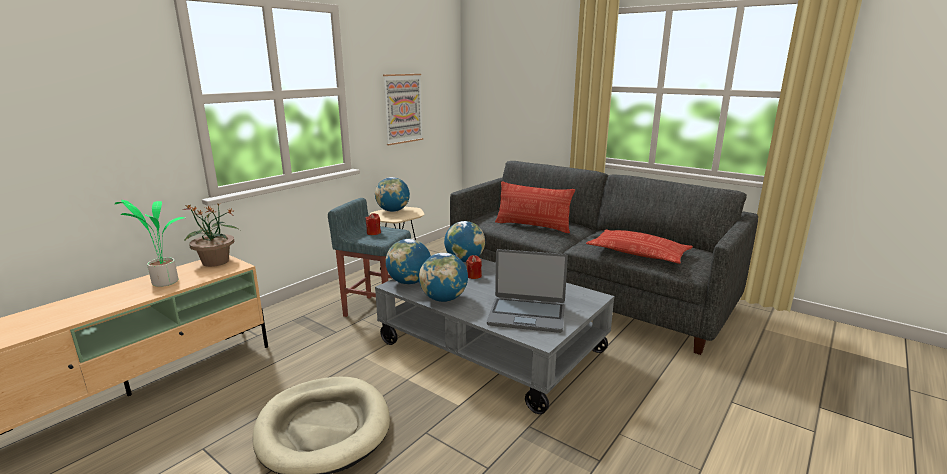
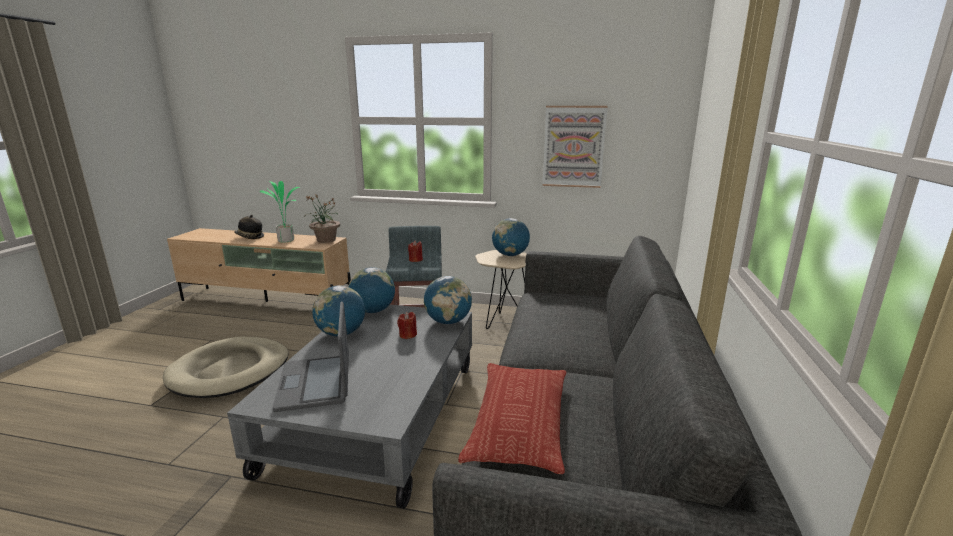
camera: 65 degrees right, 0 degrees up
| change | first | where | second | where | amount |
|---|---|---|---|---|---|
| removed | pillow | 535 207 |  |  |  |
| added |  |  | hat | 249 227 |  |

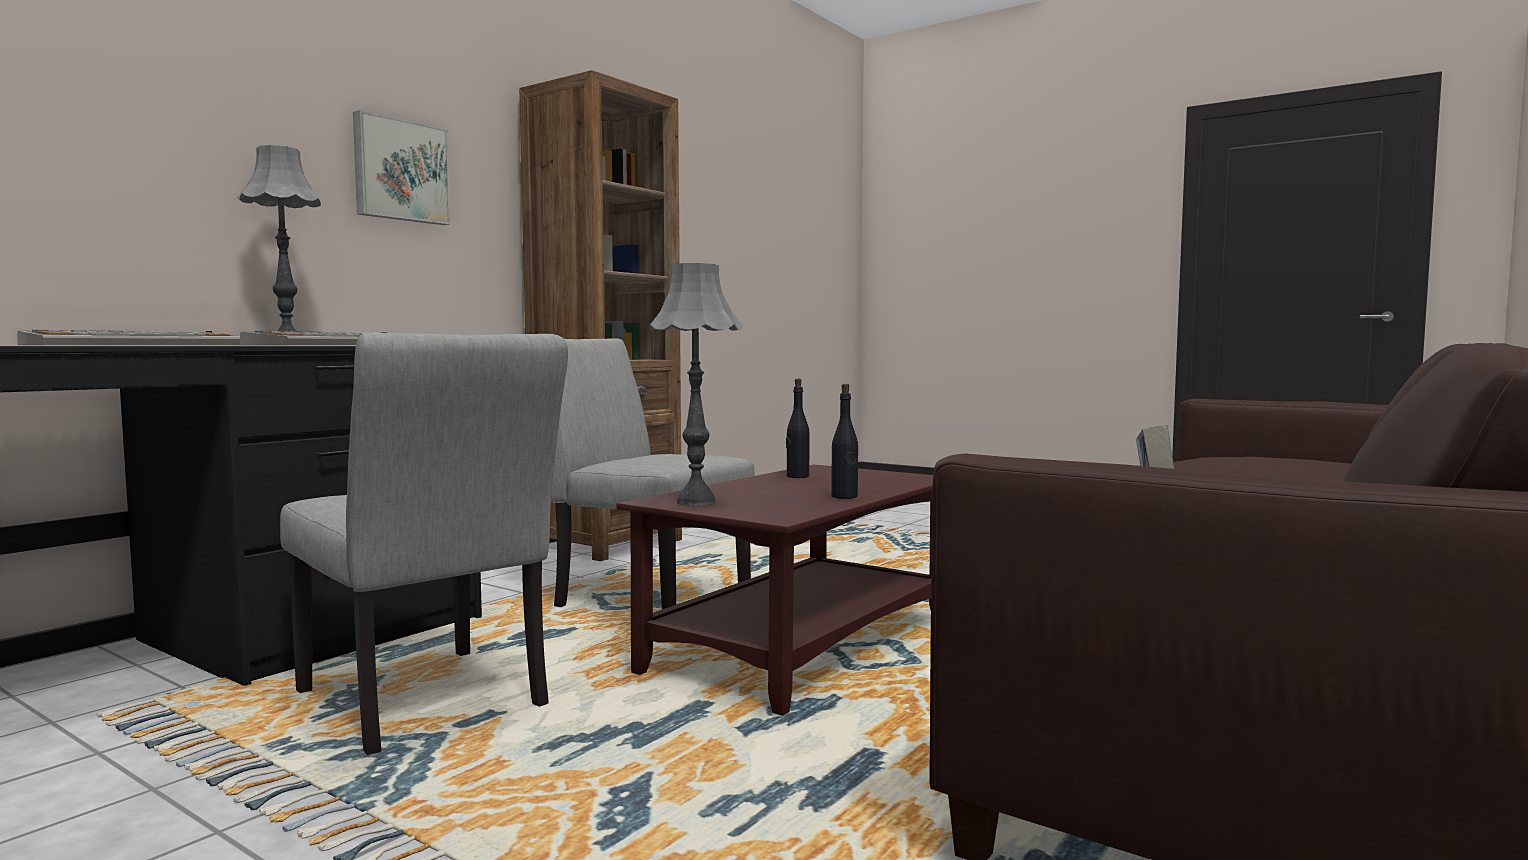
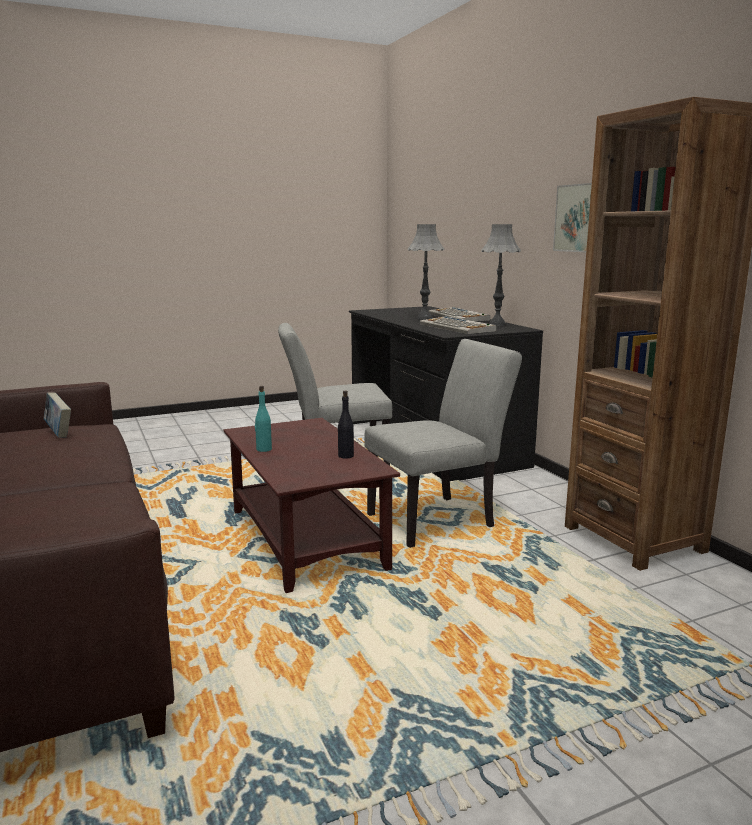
camera: 120 degrees right, 10 degrees up
| change | first | where | second | where | amount |
|---|---|---|---|---|---|
| moved | table lamp (grey) | 696 384 |  | 426 272 |  |
| recoloured | bottle (black) | 844 441 | bottle (turquoise) | 263 419 |  |

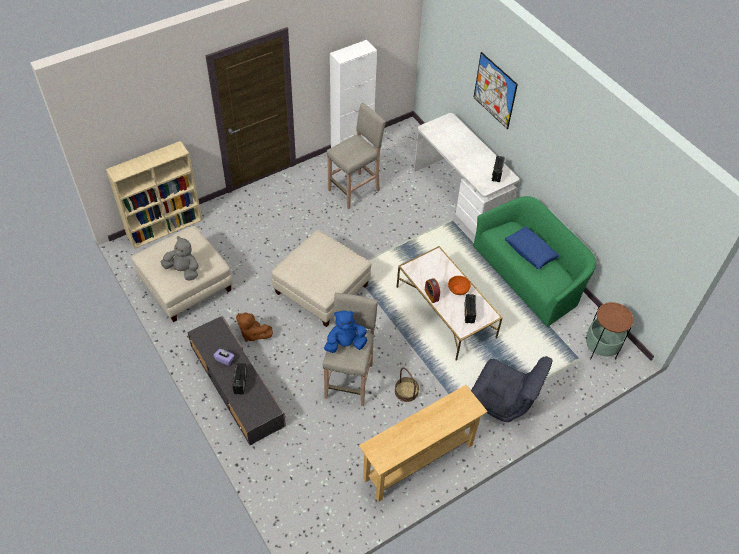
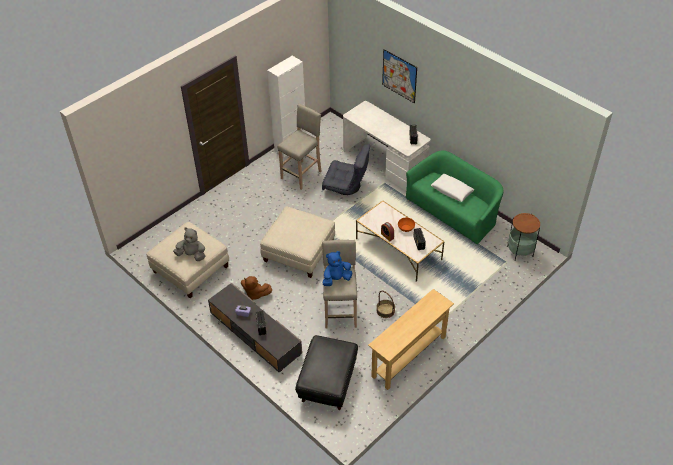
camera: 10 degrees left, 5 degrees down
| change | first | where | second | where | amount |
|---|---|---|---|---|---|
| removed | bookcase (beige) | 154 195 |  |  |  |
| moved | armchair (grey) | 511 389 |  | 346 169 |  |
| recoloured | pillow (blue) | 532 248 | pillow (white) | 452 188 |  |
| added |  |  | ottoman (black) | 326 372 |  |

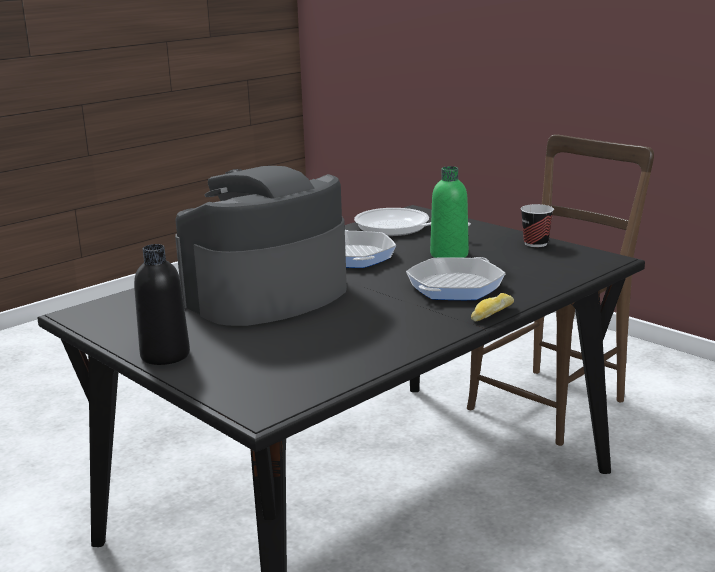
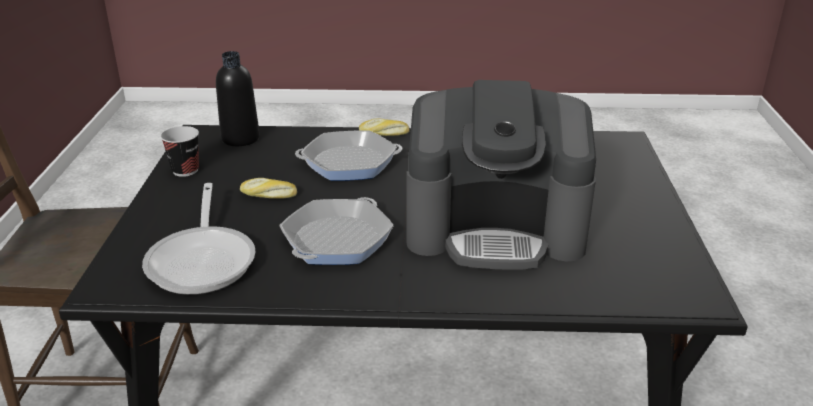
camera: 135 degrees left, 10 degrees up
| change | first | where | second | where | amount |
|---|---|---|---|---|---|
| moved | bottle (black) | 162 304 |  | 238 98 |  |
| replaced | bottle (green) | 449 212 | bread | 268 188 |  |

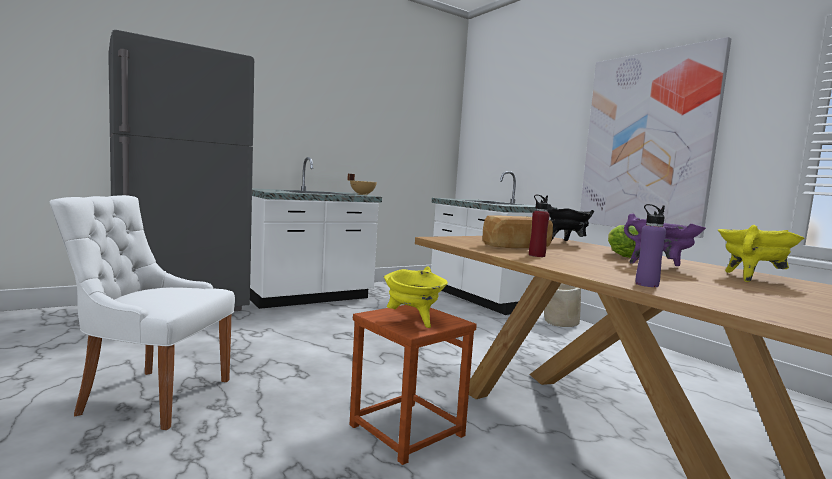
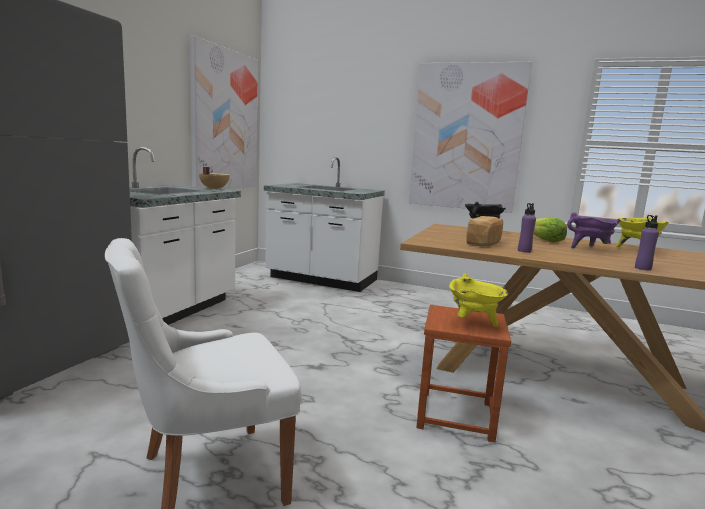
camera: 35 degrees left, 5 degrees up
| change | first | where | second | where | amount |
|---|---|---|---|---|---|
| recoloured | bottle (red) | 539 226 | bottle (purple) | 527 228 |  |
| removed | planter (beige) | 562 305 |  |  |  |
| added |  |  | picture | 224 112 |  |

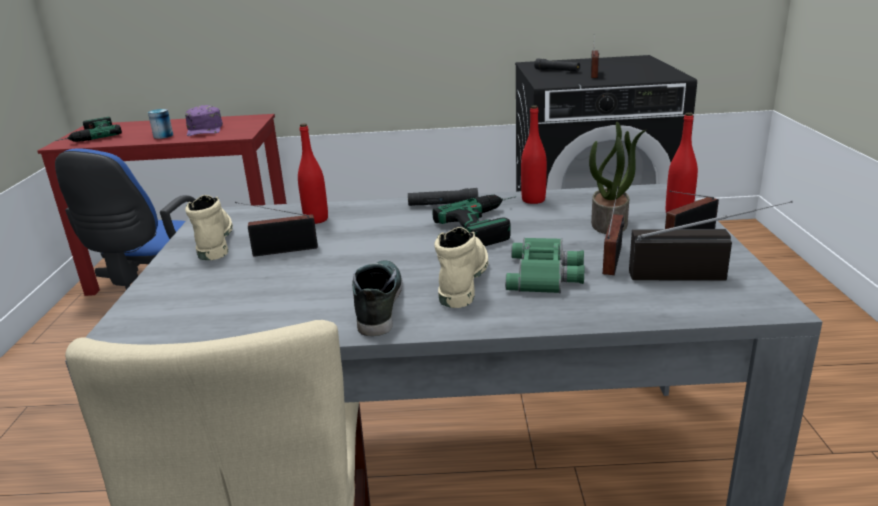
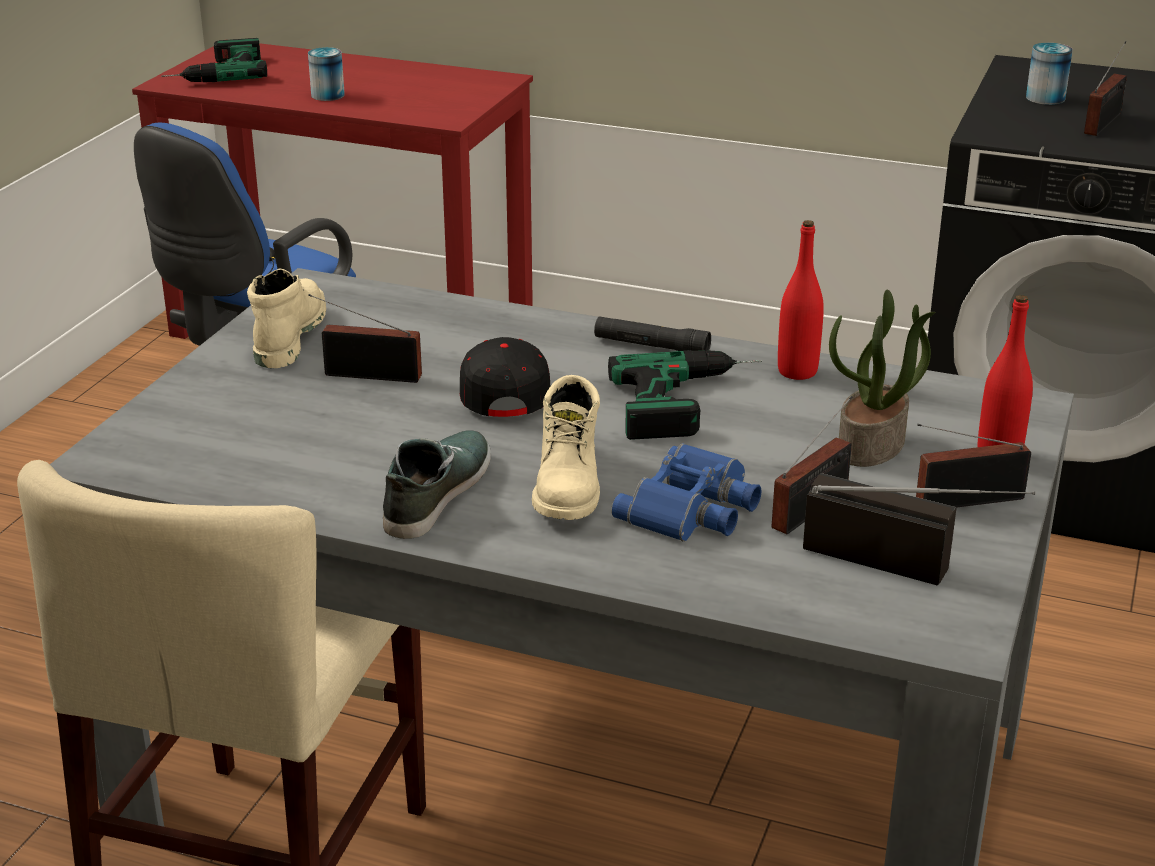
camera: 20 degrees right, 5 degrees up
| change | first | where | second | where | amount |
|---|---|---|---|---|---|
| removed | cap (purple) | 204 120 |  |  |  |
| removed | bottle (red) | 313 174 |  |  |  |
| turned | boot (beige) | 461 267 |  | 566 447 | 150 degrees clockwise |
| recoloured | binoculars (green) | 544 265 | binoculars (blue) | 686 492 |  |
| replaced | flashlight (black) | 557 65 | can | 1049 74 |  |
| added |  |  | cap (black) | 505 377 |  |

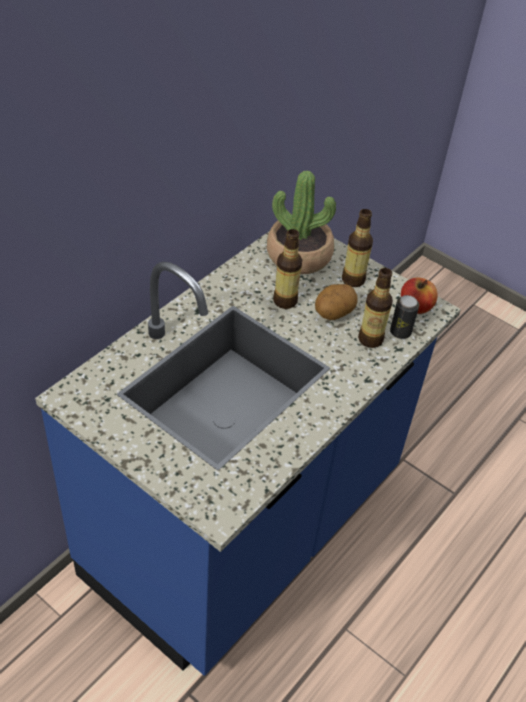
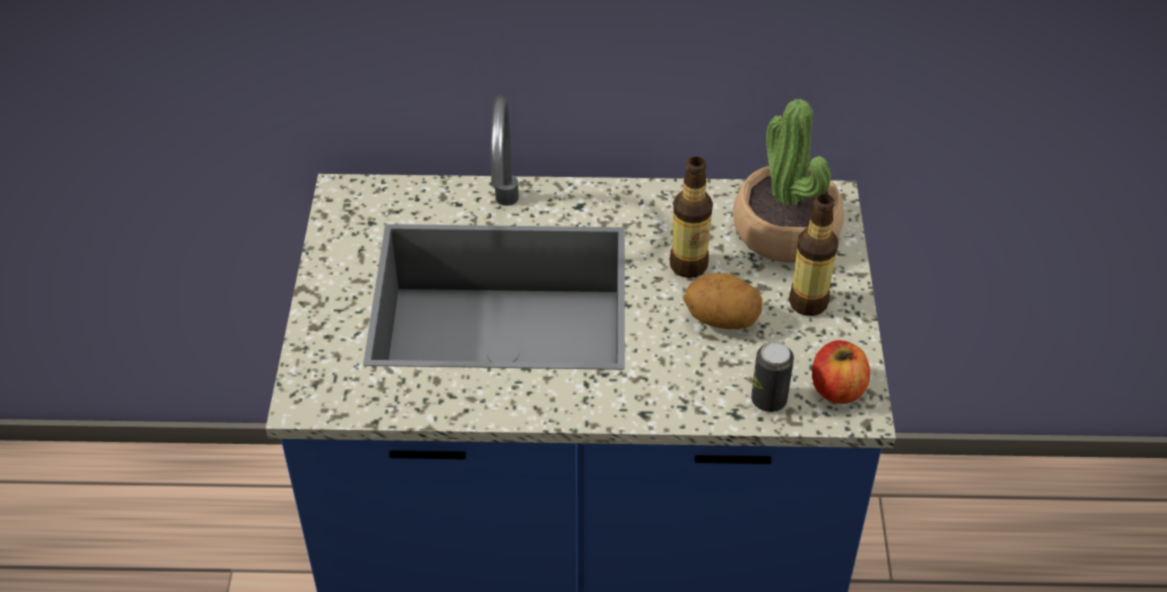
camera: 55 degrees right, 0 degrees up
| change | first | where | second | where | amount |
|---|---|---|---|---|---|
| removed | bottle | 375 308 |  |  |  |

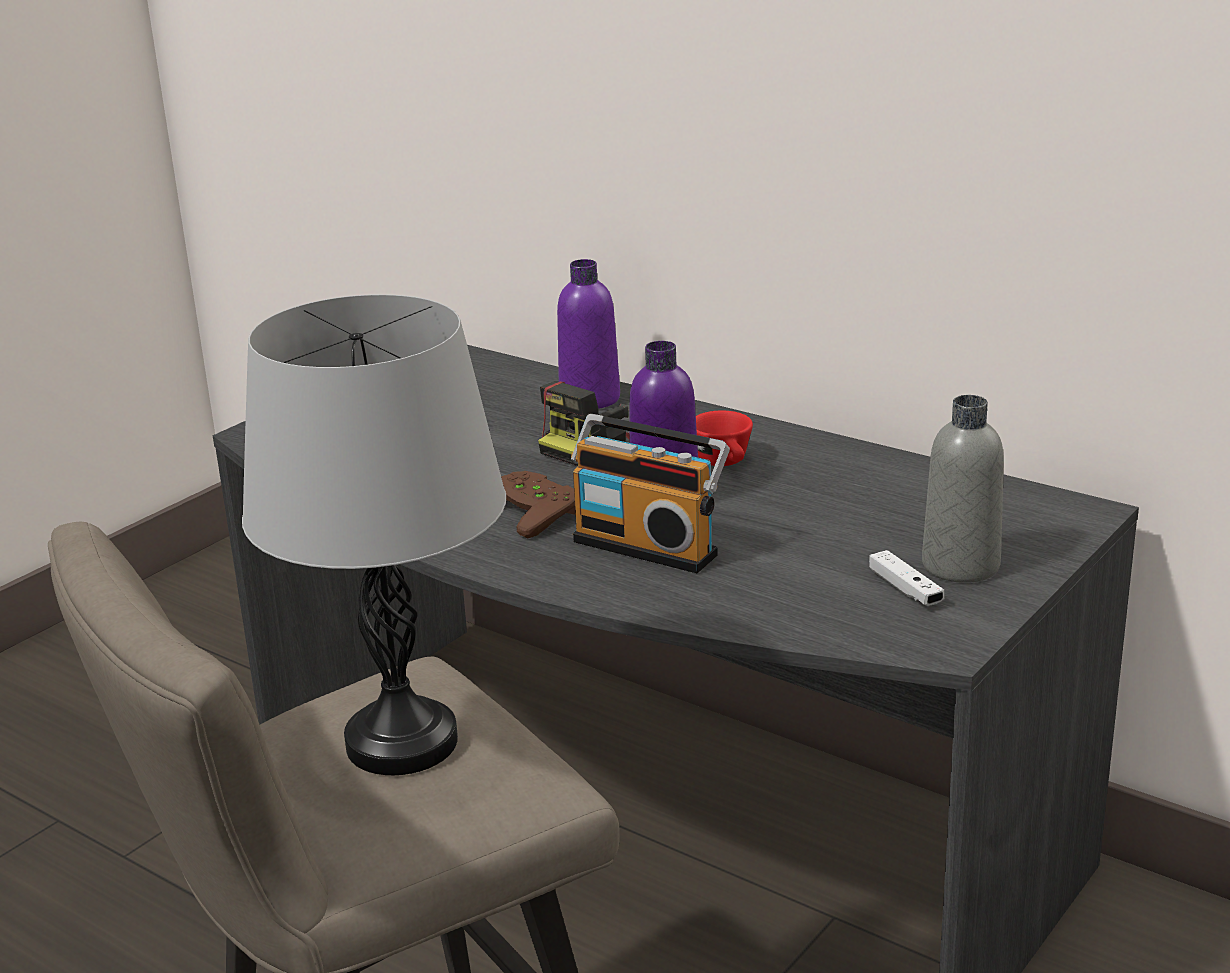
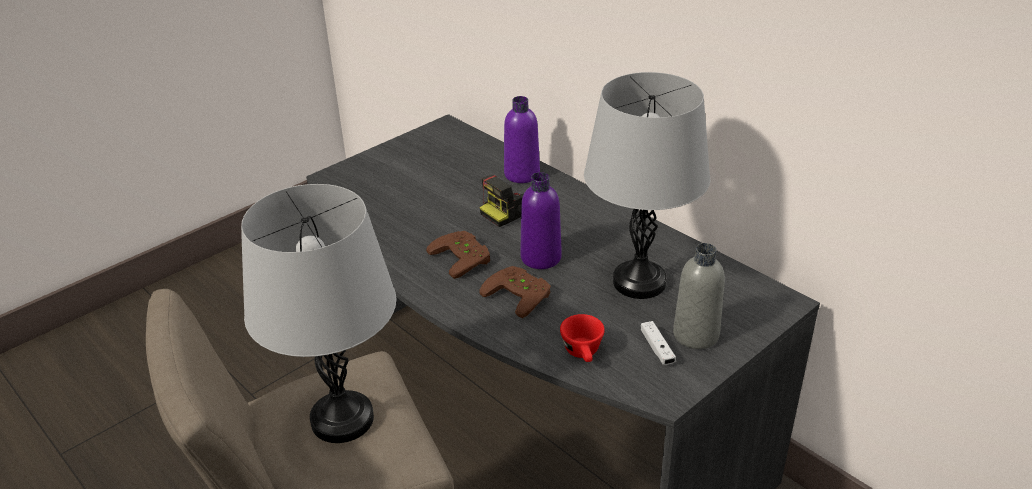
camera: 10 degrees right, 10 degrees up
| change | first | where | second | where | amount |
|---|---|---|---|---|---|
| replaced | radio | 650 493 | game controller (brown) | 515 292 |  |
| moved | cup (red) | 724 438 |  | 582 338 |  |
| added |  |  | table lamp (grey) | 647 185 |  |

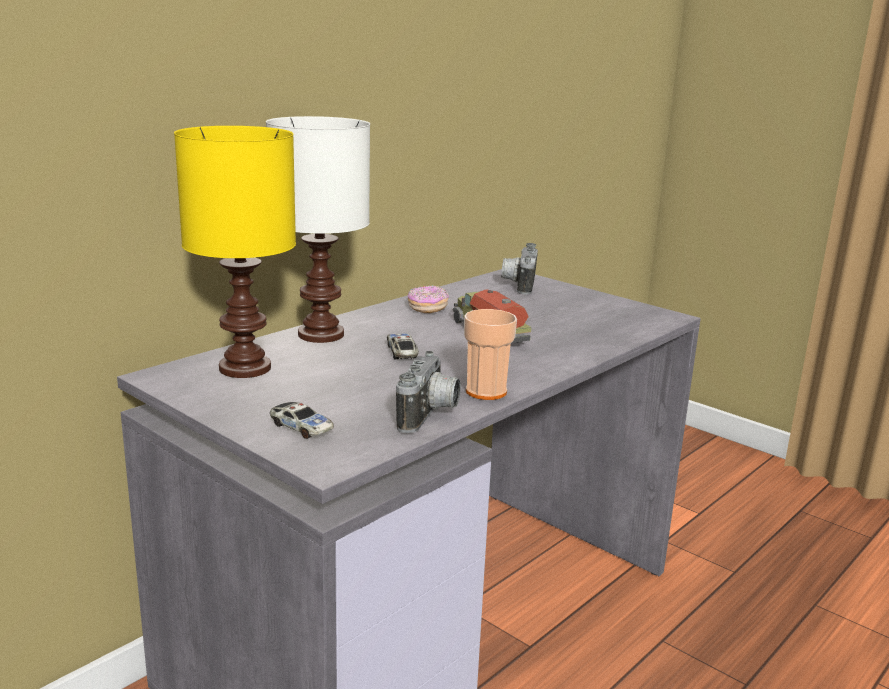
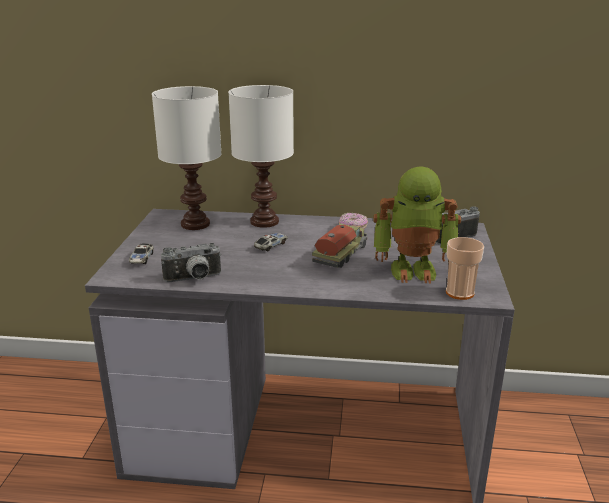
camera: 55 degrees right, 5 degrees up
| change | first | where | second | where | amount |
|---|---|---|---|---|---|
| recoloured | table lamp (yellow) | 235 252 | table lamp (white) | 187 158 |  |
| moved | cup | 490 354 |  | 465 268 |  |
| added |  |  | toy robot | 417 225 |  |

